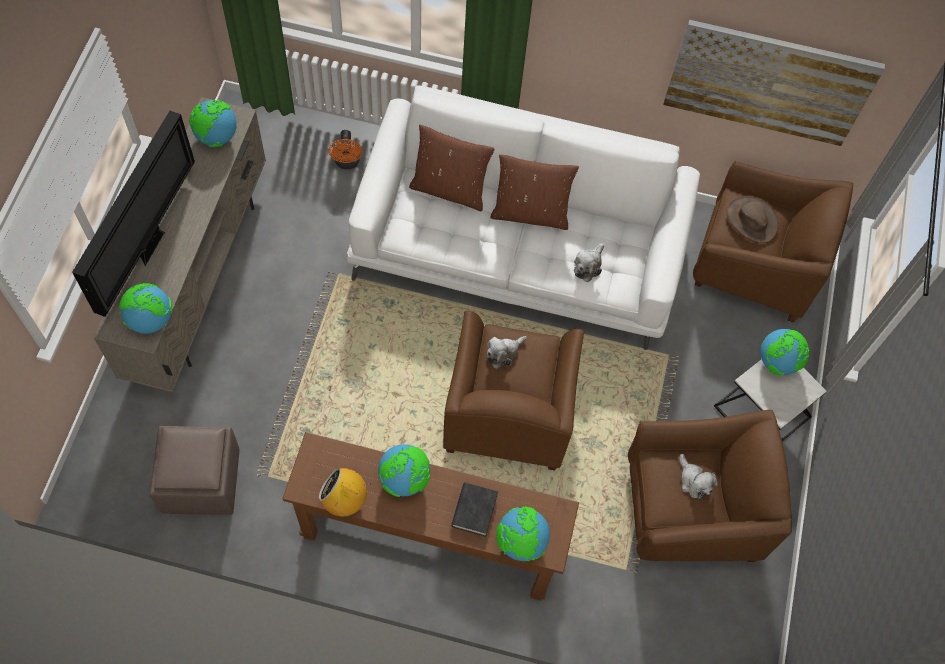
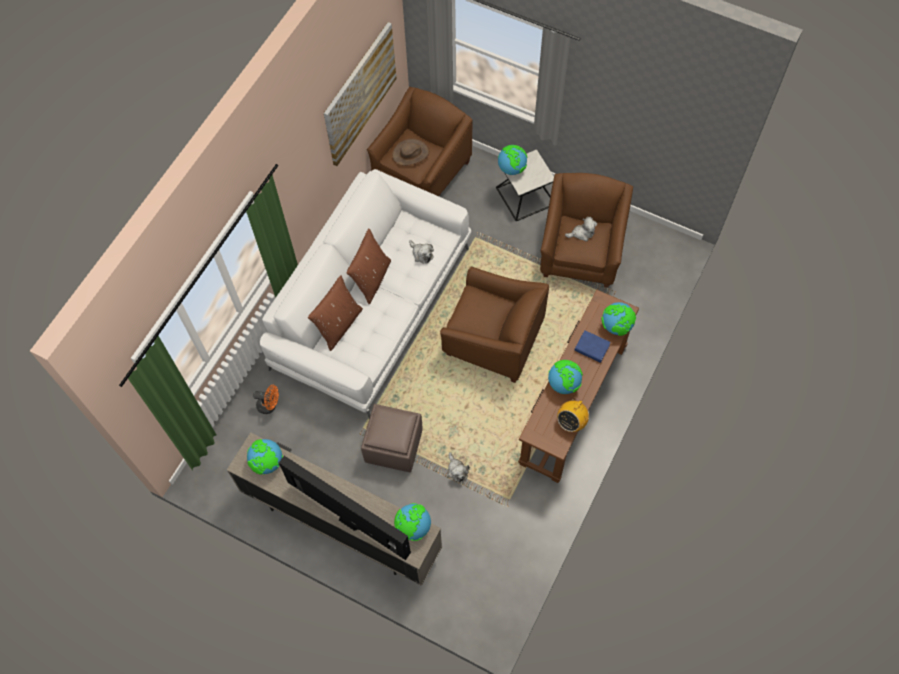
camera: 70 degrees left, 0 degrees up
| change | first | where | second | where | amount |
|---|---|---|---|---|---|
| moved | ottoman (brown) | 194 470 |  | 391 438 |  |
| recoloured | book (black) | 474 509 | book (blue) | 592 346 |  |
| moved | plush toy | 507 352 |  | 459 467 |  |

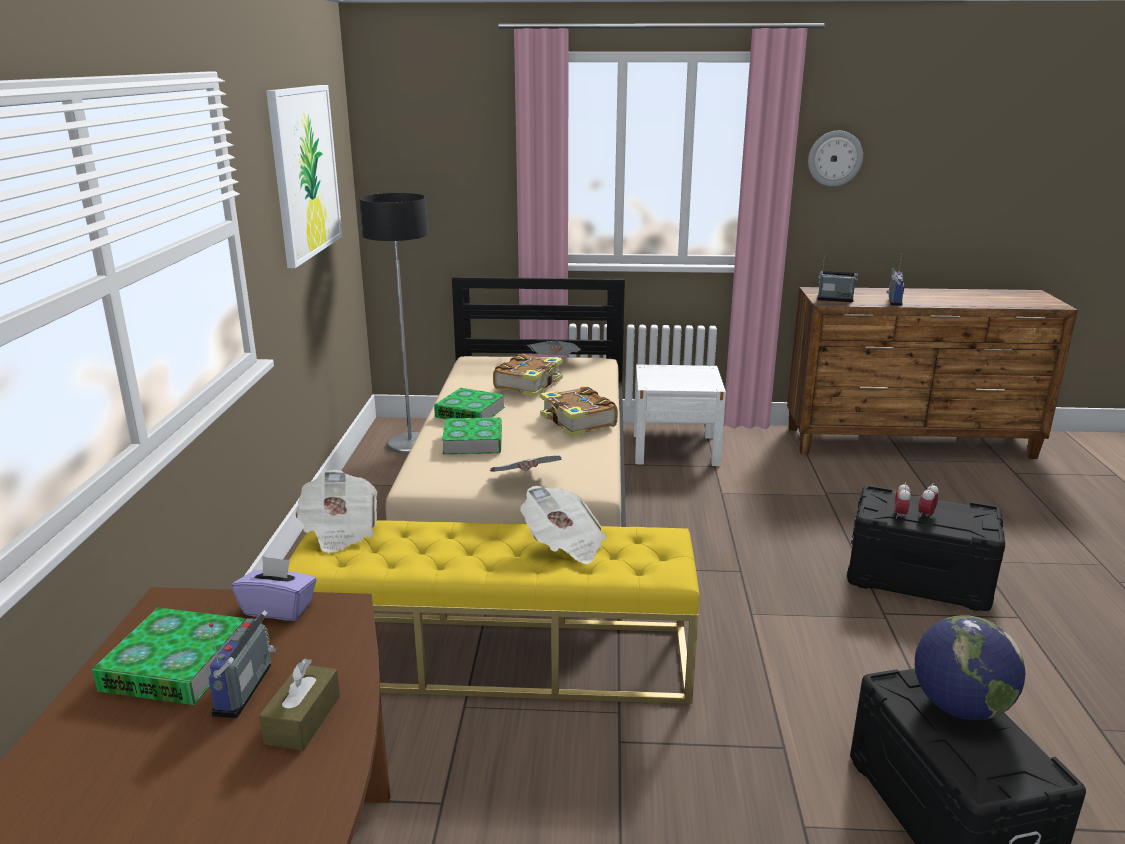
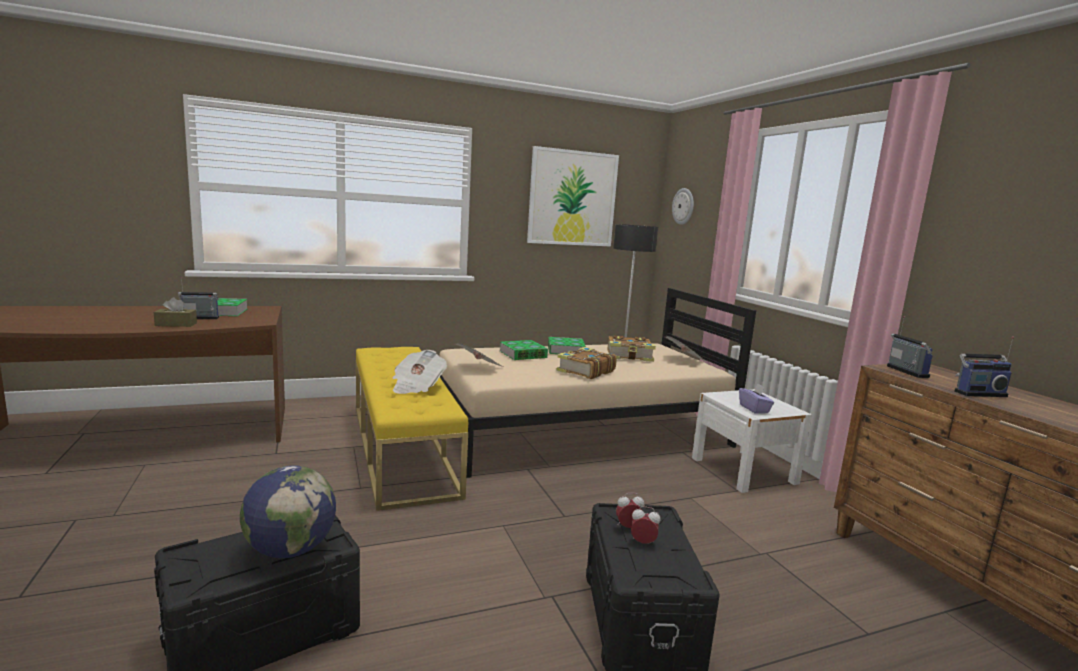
camera: 65 degrees right, 10 degrees down
| change | first | where | second | where | amount |
|---|---|---|---|---|---|
| moved | tissue box (purple) | 274 588 |  | 756 398 |  |
| removed | newspaper | 336 511 |  |  |  |
| moved | wall clock | 835 158 |  | 683 206 |  |

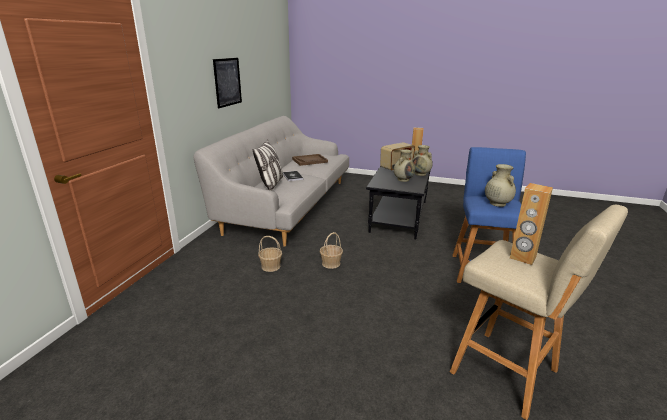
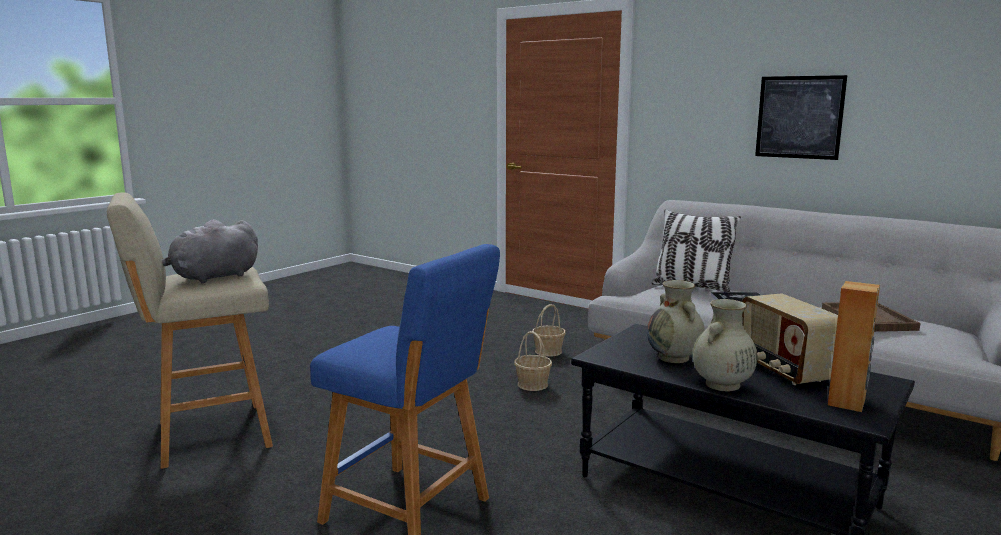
camera: 110 degrees right, 10 degrees down
| change | first | where | second | where | amount |
|---|---|---|---|---|---|
| removed | vase (beige) | 500 185 |  |  |  |
| replaced | speaker (brown) | 531 224 | plush toy (grey) | 210 251 |  |

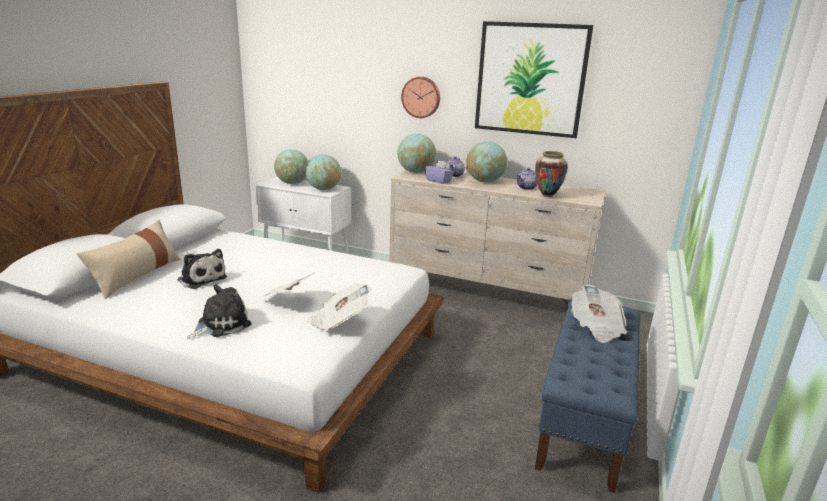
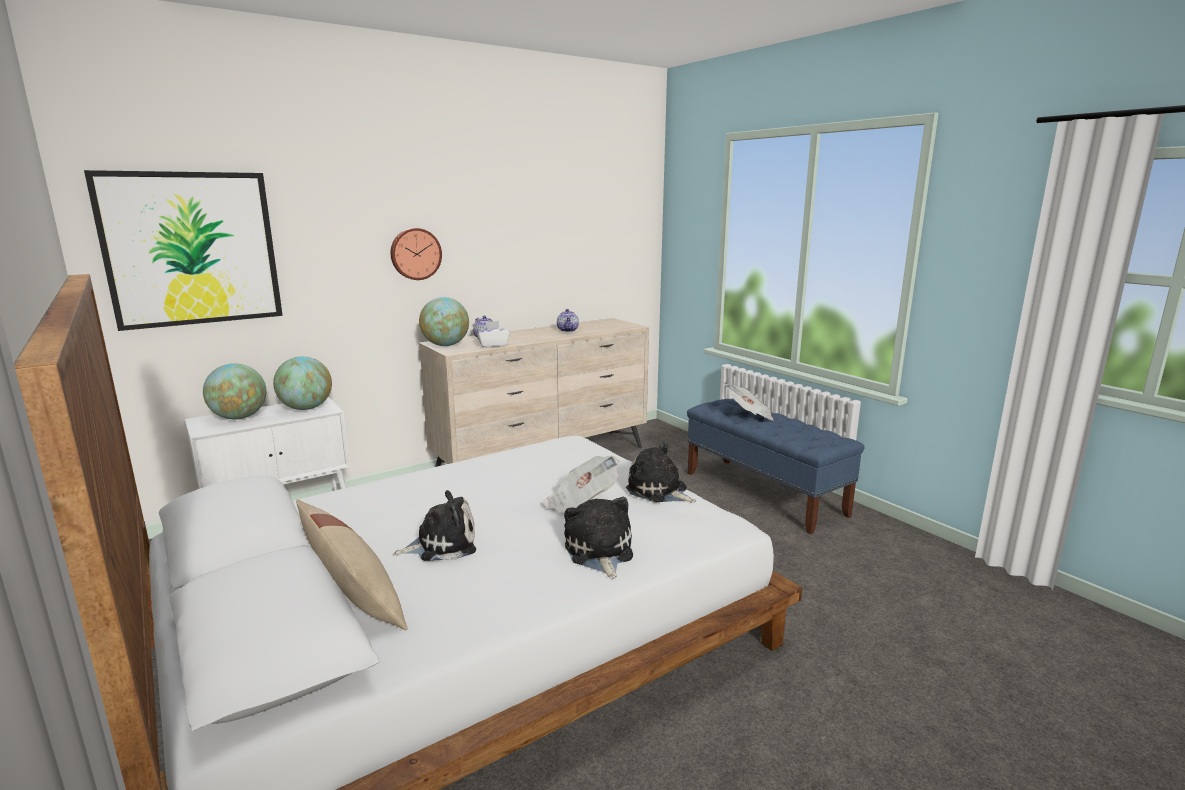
camera: 55 degrees left, 5 degrees down
| change | first | where | second | where | amount |
|---|---|---|---|---|---|
| replaced | newspaper | 339 307 | plush toy | 661 472 |  |
| recoloured | tissue box (purple) | 439 172 | tissue box (white) | 493 334 |  |
| removed | globe | 486 161 |  |  |  |
| moved | picture | 534 79 |  | 183 250 |  |
| removed | vase | 551 174 |  |  |  |

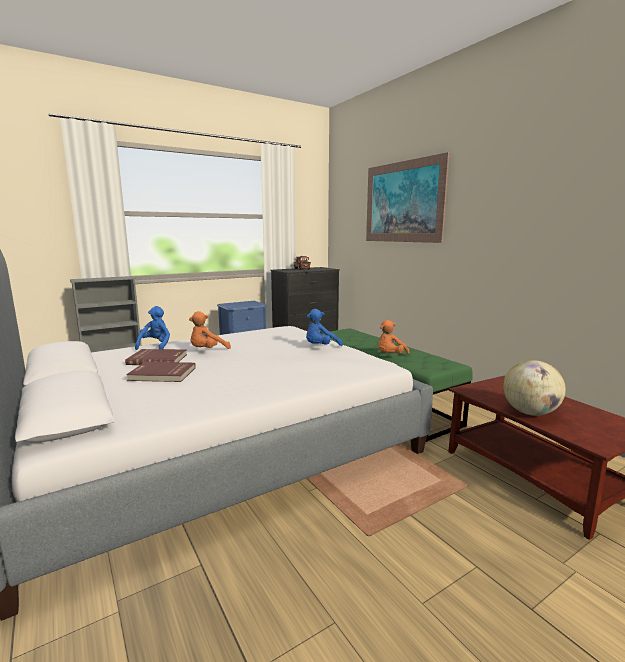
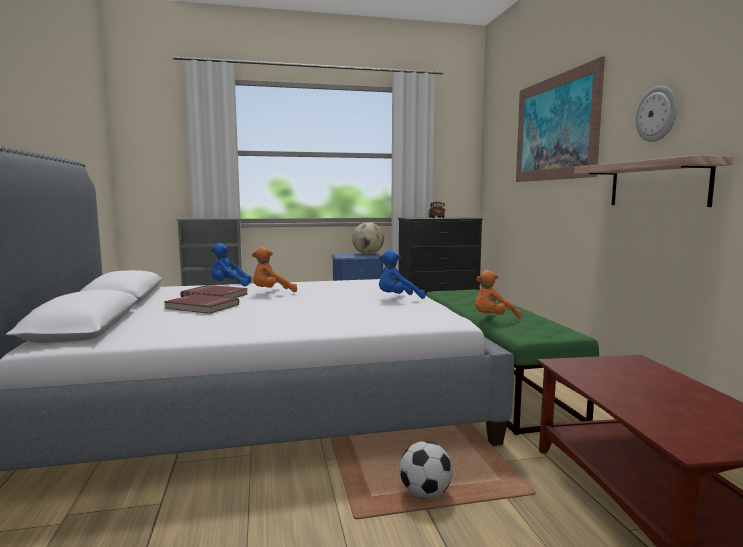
camera: 20 degrees right, 5 degrees down
| change | first | where | second | where | amount |
|---|---|---|---|---|---|
| turned | plush toy (blue) | 152 328 |  | 231 265 | 120 degrees counterclockwise |
| moved | globe | 534 388 |  | 368 238 |  |
| added |  |  | football | 426 470 |  |
| added |  |  | shelf | 653 181 |  |
| added |  |  | wall clock | 656 114 |  |

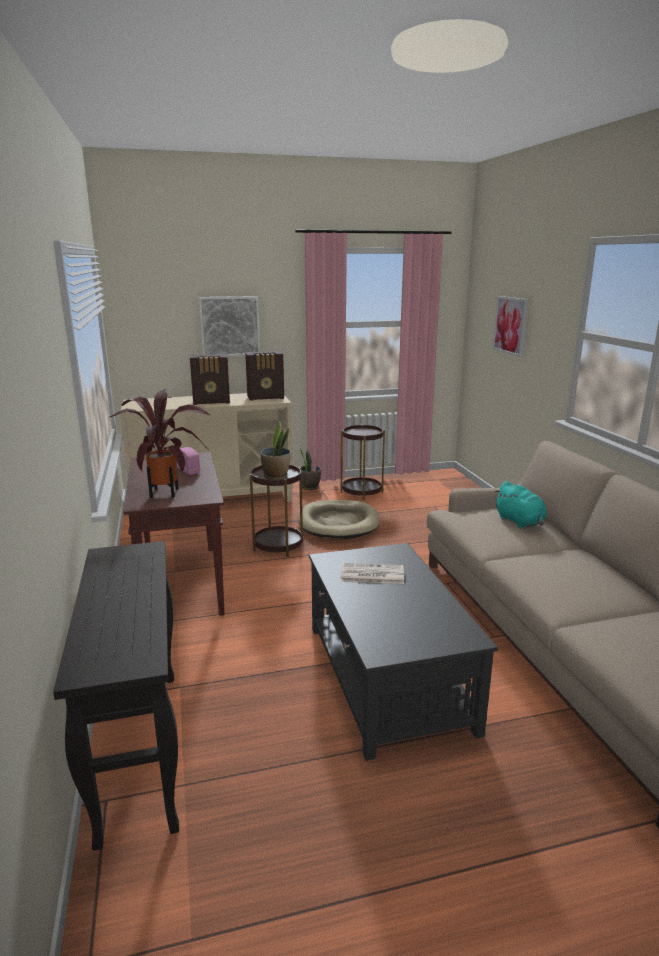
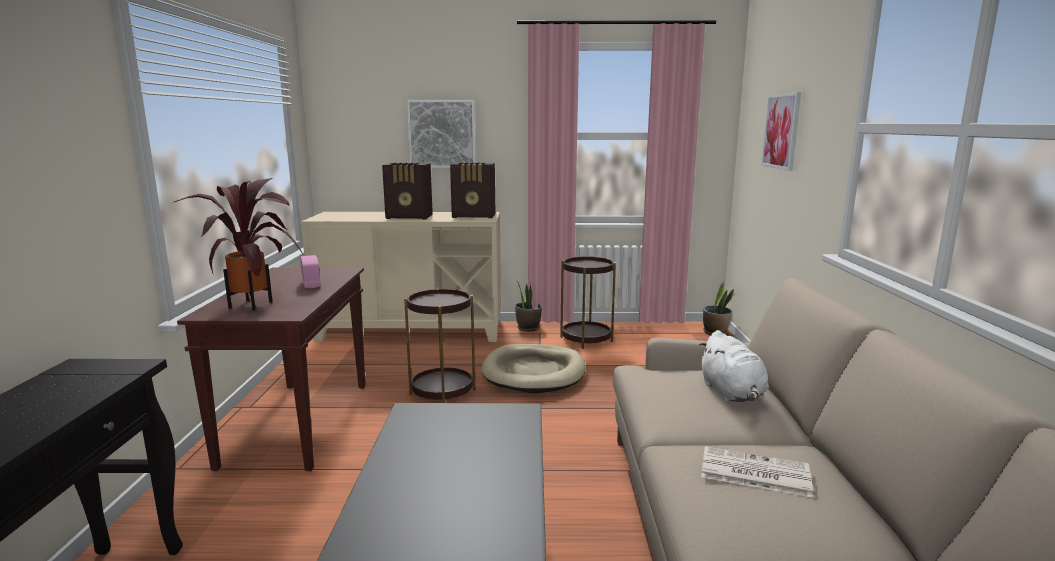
camera: 15 degrees right, 5 degrees down
| change | first | where | second | where | amount |
|---|---|---|---|---|---|
| moved | potted plant | 275 450 |  | 718 308 |  |
| moved | newspaper | 372 573 |  | 757 472 |  |
| recoloured | plush toy (turquoise) | 520 504 | plush toy (white) | 734 366 |  |

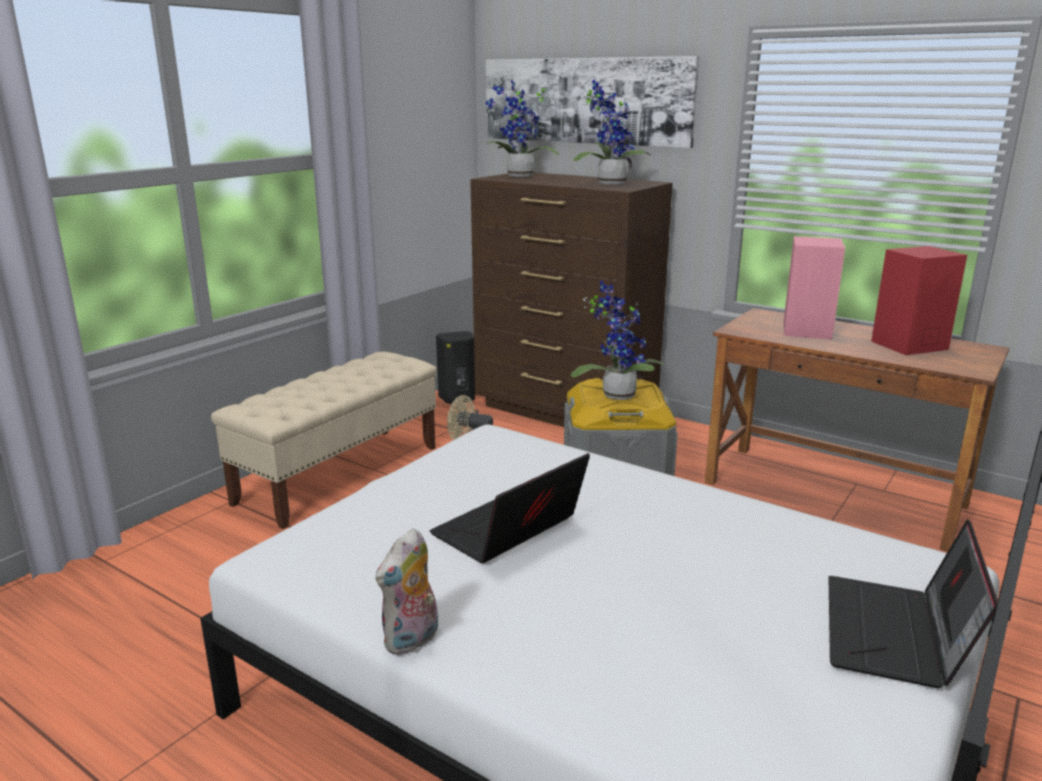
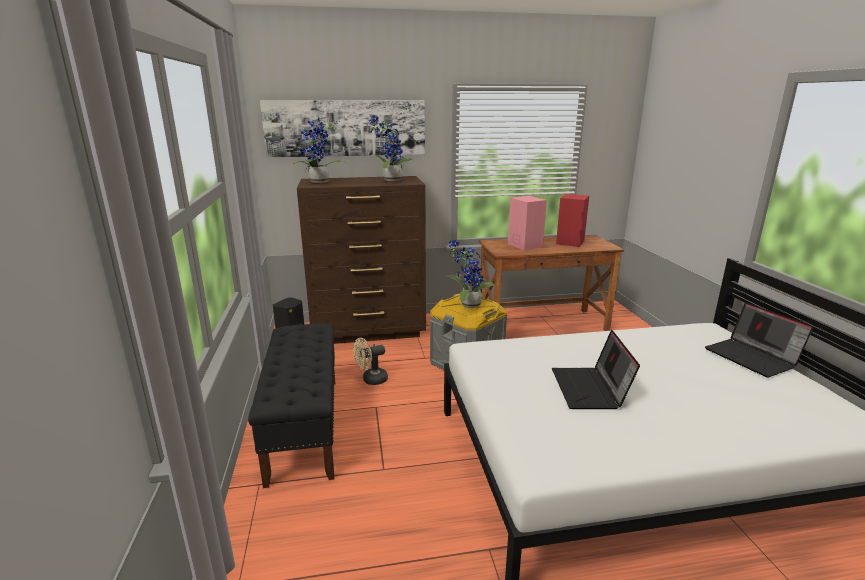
camera: 45 degrees left, 0 degrees up
| change | first | where | second | where | amount |
|---|---|---|---|---|---|
| recoloured | bench (beige) | 324 440 | bench (black) | 291 406 |  |
| removed | plush toy | 407 591 |  |  |  |

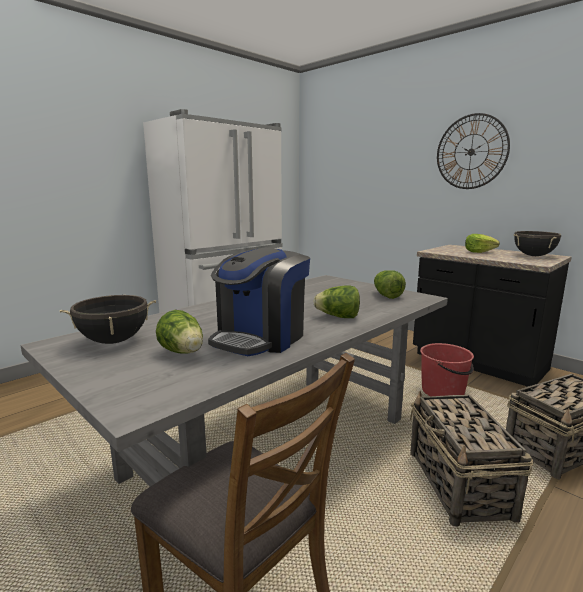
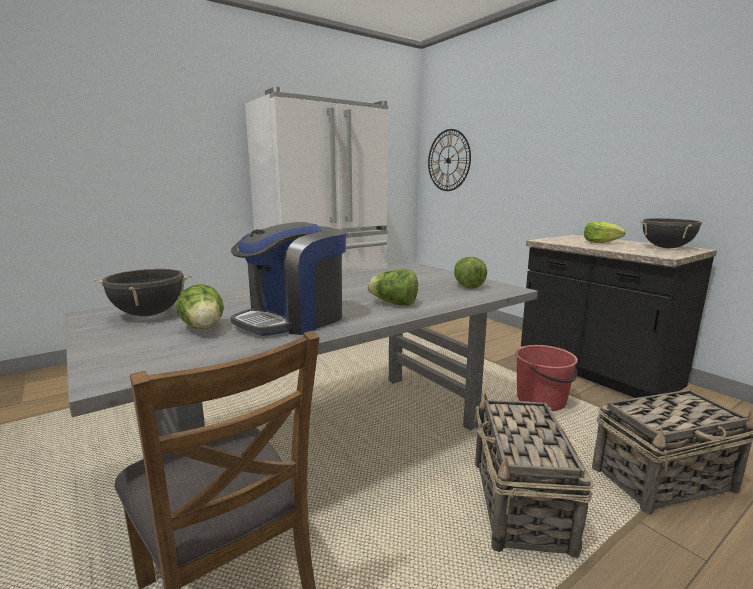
camera: 10 degrees right, 0 degrees up
| change | first | where | second | where | amount |
|---|---|---|---|---|---|
| moved | wall clock | 473 151 |  | 449 160 |  |

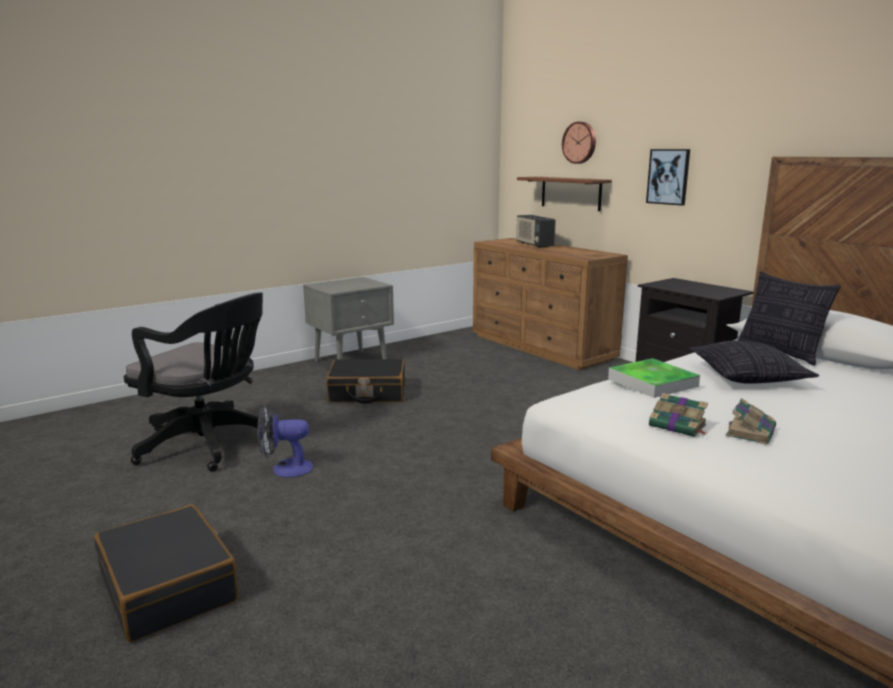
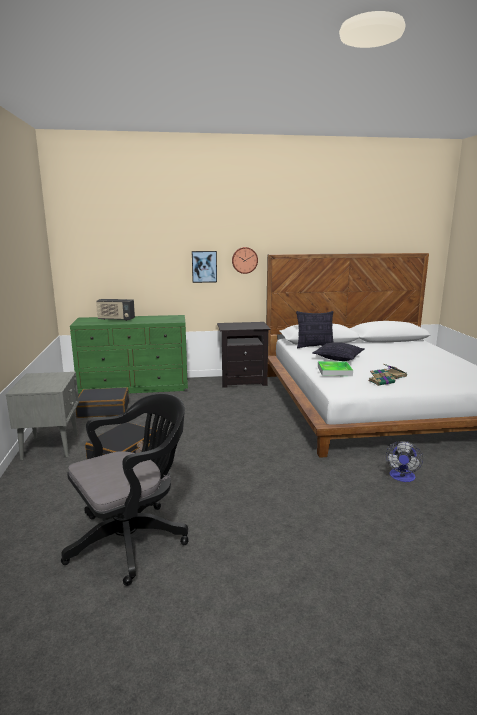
camera: 60 degrees left, 0 degrees up
| change | first | where | second | where | amount |
|---|---|---|---|---|---|
| moved | suitcase (black) | 166 573 |  | 102 402 |  |
| moved | fan | 285 441 |  | 404 461 |  |
| recoloured | dresser (brown) | 550 304 | dresser (green) | 129 354 |  |
| removed | shelf (brown) | 564 194 |  |  |  |
| moved | wall clock | 579 143 |  | 245 260 |  |

